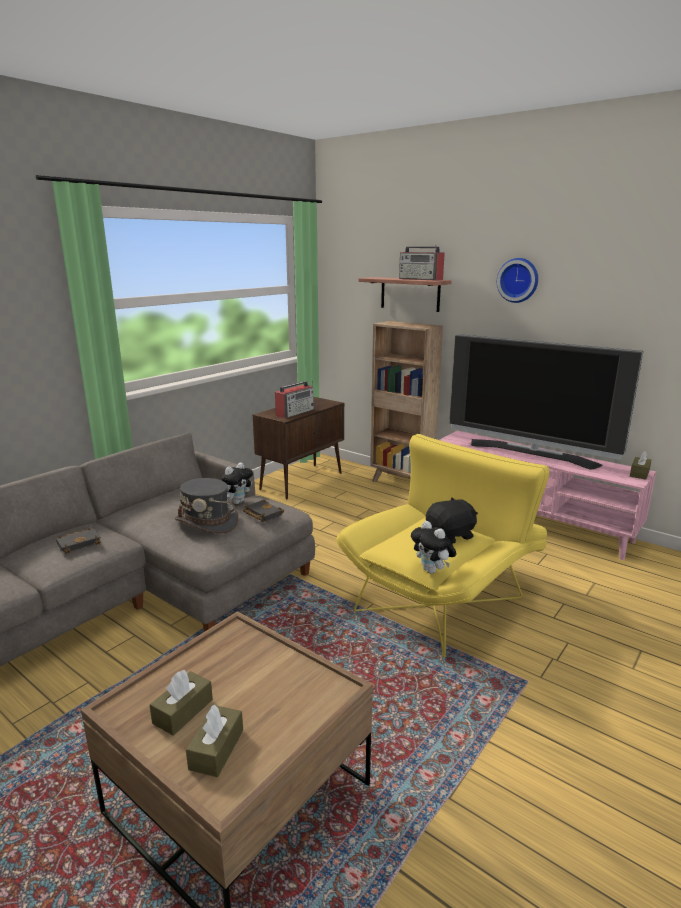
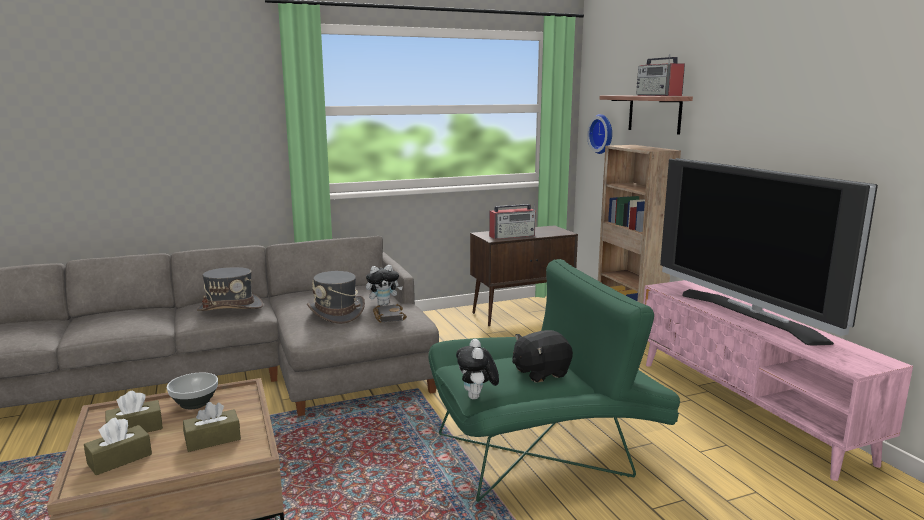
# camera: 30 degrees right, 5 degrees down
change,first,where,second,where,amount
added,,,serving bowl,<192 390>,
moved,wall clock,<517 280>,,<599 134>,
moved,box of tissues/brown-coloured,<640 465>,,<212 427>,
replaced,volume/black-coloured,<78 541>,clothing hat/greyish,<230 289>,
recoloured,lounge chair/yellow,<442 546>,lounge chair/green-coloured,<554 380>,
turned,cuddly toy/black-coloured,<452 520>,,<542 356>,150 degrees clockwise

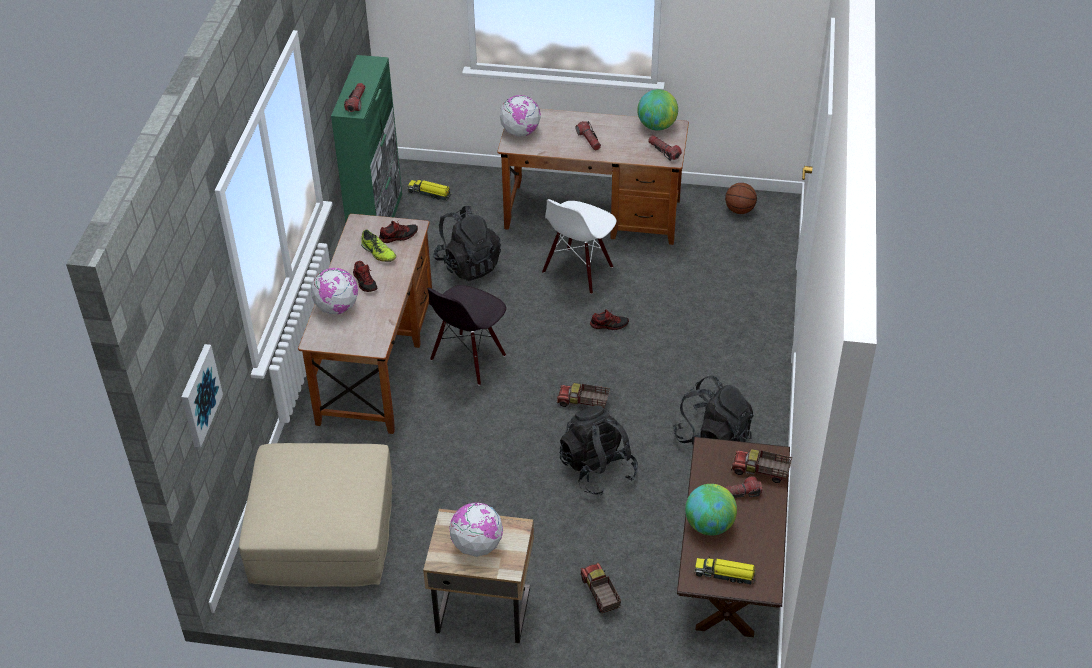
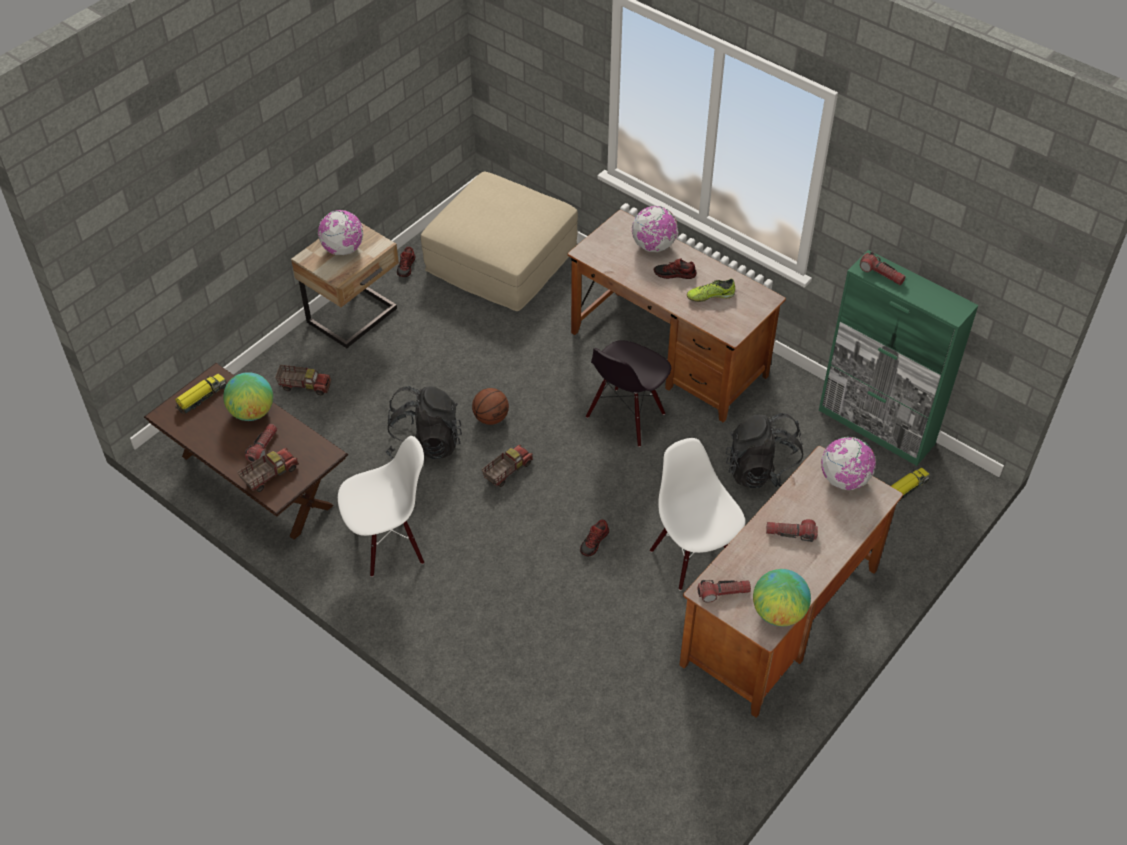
# camera: 120 degrees right, 5 degrees up
change,first,where,second,where,amount
removed,wall art,<202 395>,,,
moved,item of footwear,<398 232>,,<406 262>,
moved,basketball ball,<741 198>,,<490 406>,
replaced,rucksack/black-coloured,<713 410>,upright chair/whitish,<381 506>,
turned,upright chair/black-coloured,<466 335>,,<628 393>,120 degrees counterclockwise

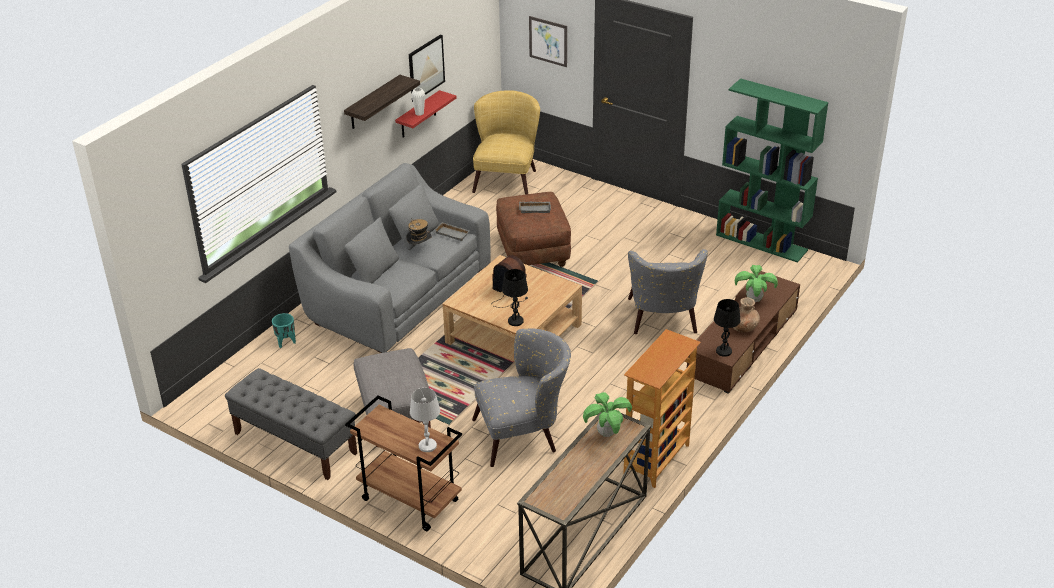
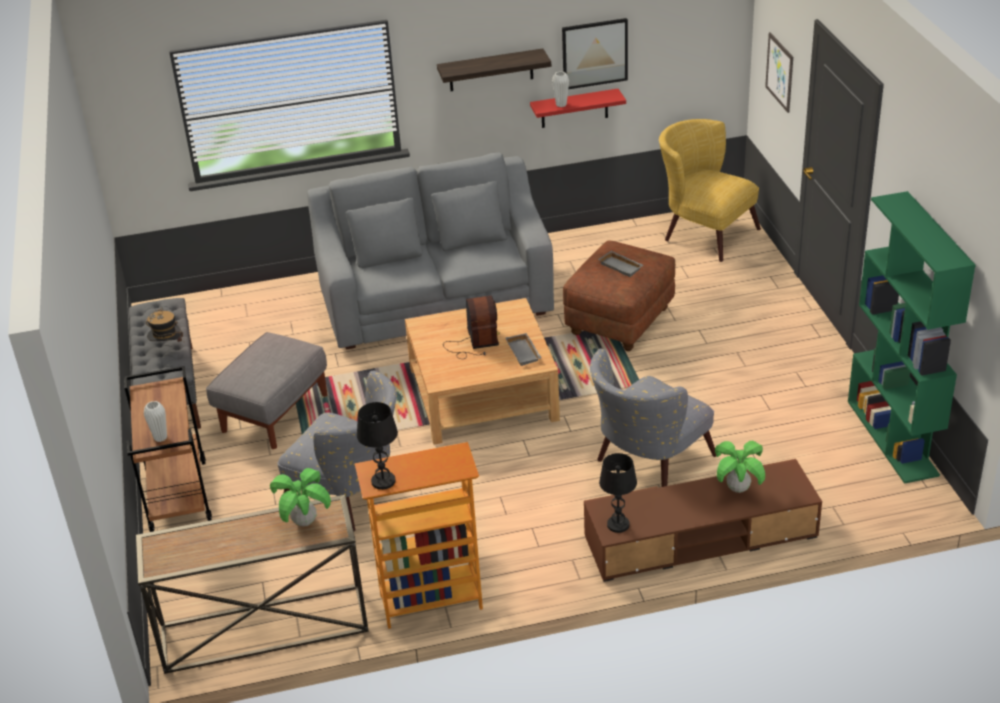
# camera: 45 degrees right, 0 degrees up
change,first,where,second,where,amount
removed,planter/turquoise,<284 330>,,,
removed,decorative vase/brown-coloured,<746 314>,,,
moved,clothing hat,<419 231>,,<164 324>,
moved,carrying tray/greyish,<452 231>,,<523 349>,
moved,tabletop lamp/black-coloured,<515 297>,,<377 446>,
replaced,tabletop lamp/whitish,<425 420>,decorative vase/whitish,<155 421>,
turned,lounge chair/yellow,<506 142>,,<710 190>,105 degrees counterclockwise

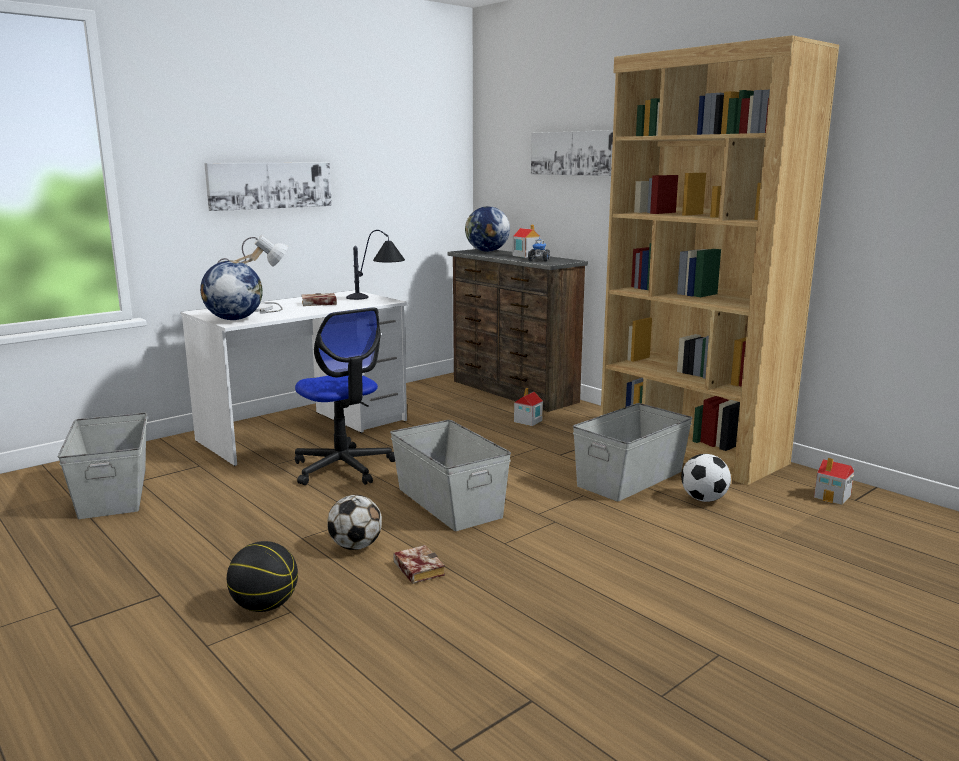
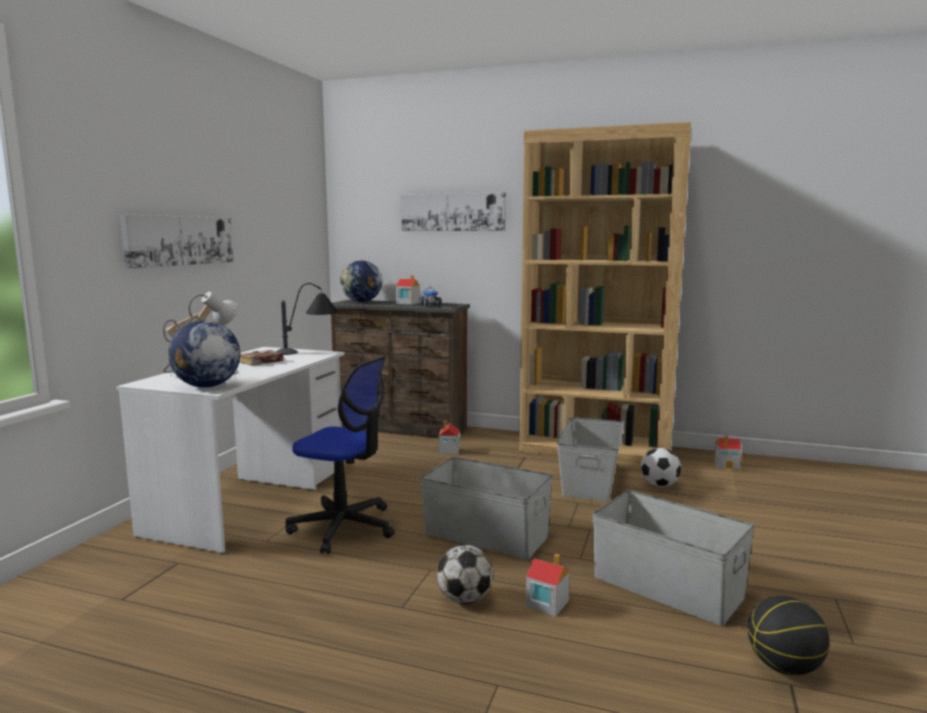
# camera: 30 degrees left, 5 degrees down
change,first,where,second,where,amount
moved,storage bin/greyish,<102 466>,,<673 558>,
moved,basketball ball,<262 576>,,<788 635>,
replaced,volume,<419 564>,model house,<548 585>,

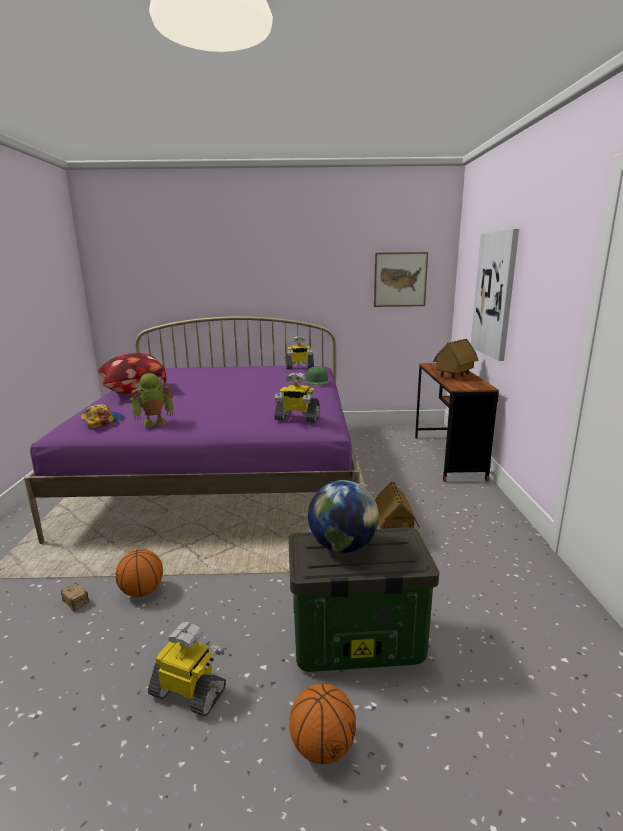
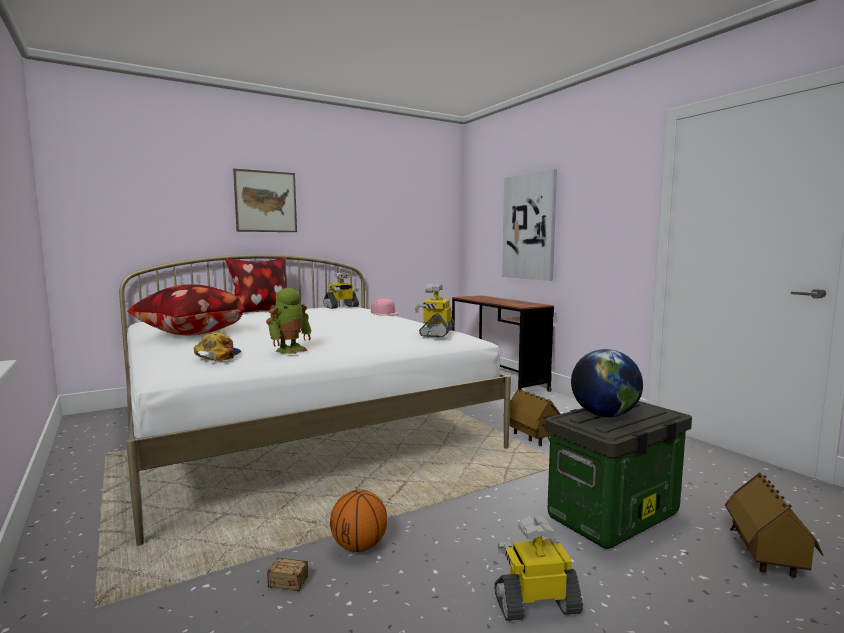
# camera: 30 degrees left, 10 degrees down
change,first,where,second,where,amount
removed,basketball ball,<322 724>,,,
added,,,throw pillow,<255 284>,
moved,wall art,<401 279>,,<265 200>,
moved,model house,<455 359>,,<774 525>,
recoloured,bedroom bed/purple-coloured,<192 430>,bedroom bed/whitish,<315 400>,
recoloured,peaked cap/green-coloured,<316 375>,peaked cap/pinkish,<385 307>,
turned,robot figure,<297 397>,,<435 310>,120 degrees clockwise

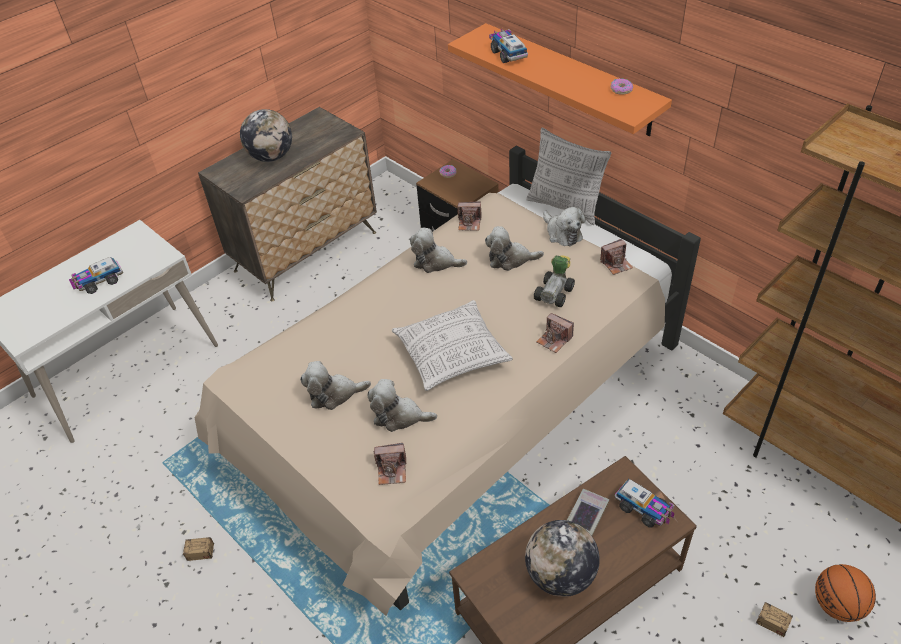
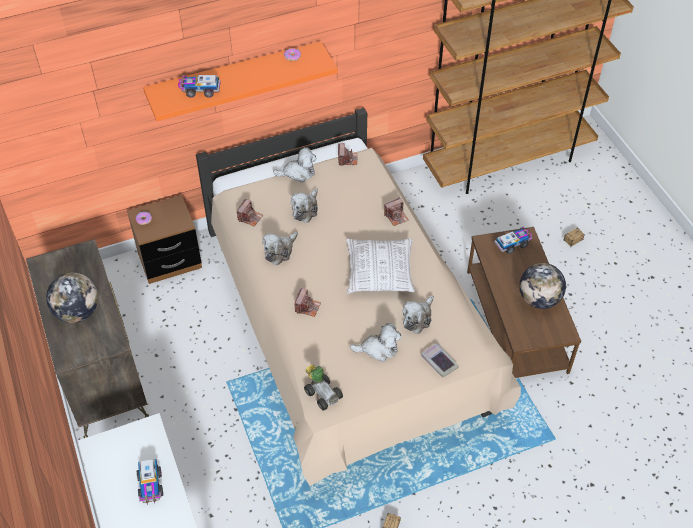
# camera: 70 degrees left, 5 degrees up
change,first,where,second,where,amount
removed,throw pillow,<568 176>,,,
removed,basketball ball,<845 593>,,,
moved,still camera,<390 464>,,<307 302>,
moved,miniature car,<554 281>,,<323 387>,
moved,volume,<588 512>,,<440 360>,
turned,cuddly toy,<335 385>,,<376 342>,105 degrees counterclockwise

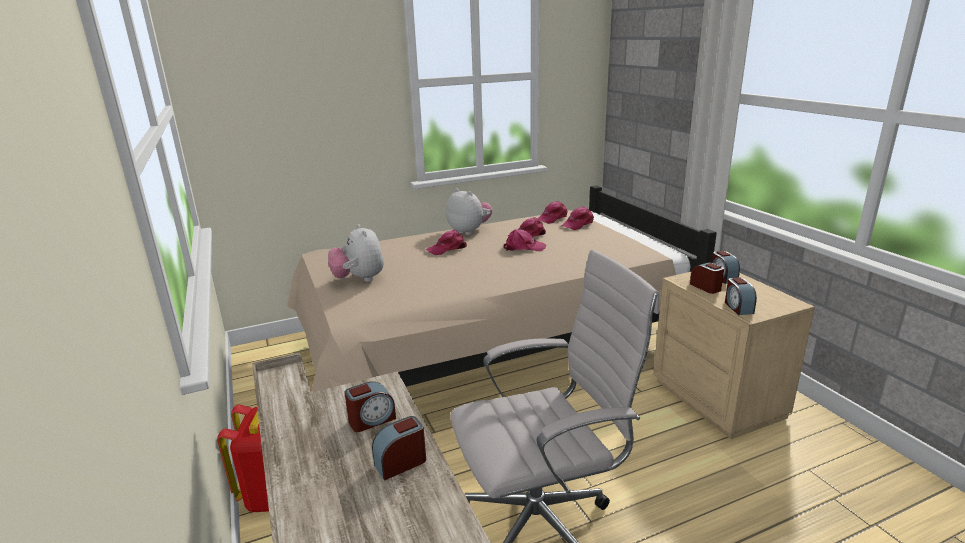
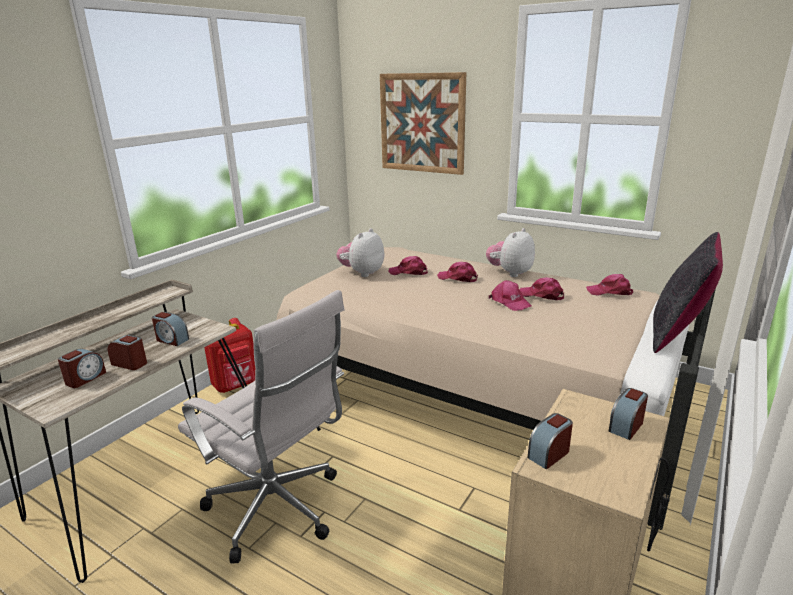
# camera: 55 degrees right, 0 degrees up
change,first,where,second,where,amount
added,,,wall art,<423 123>,
added,,,throw pillow/black-coloured,<688 292>,
moved,peaked cap/pinkish,<577 218>,,<408 265>,
moved,bedside clock,<707 278>,,<82 368>,
turned,cuddly toy,<469 211>,,<510 252>,150 degrees counterclockwise

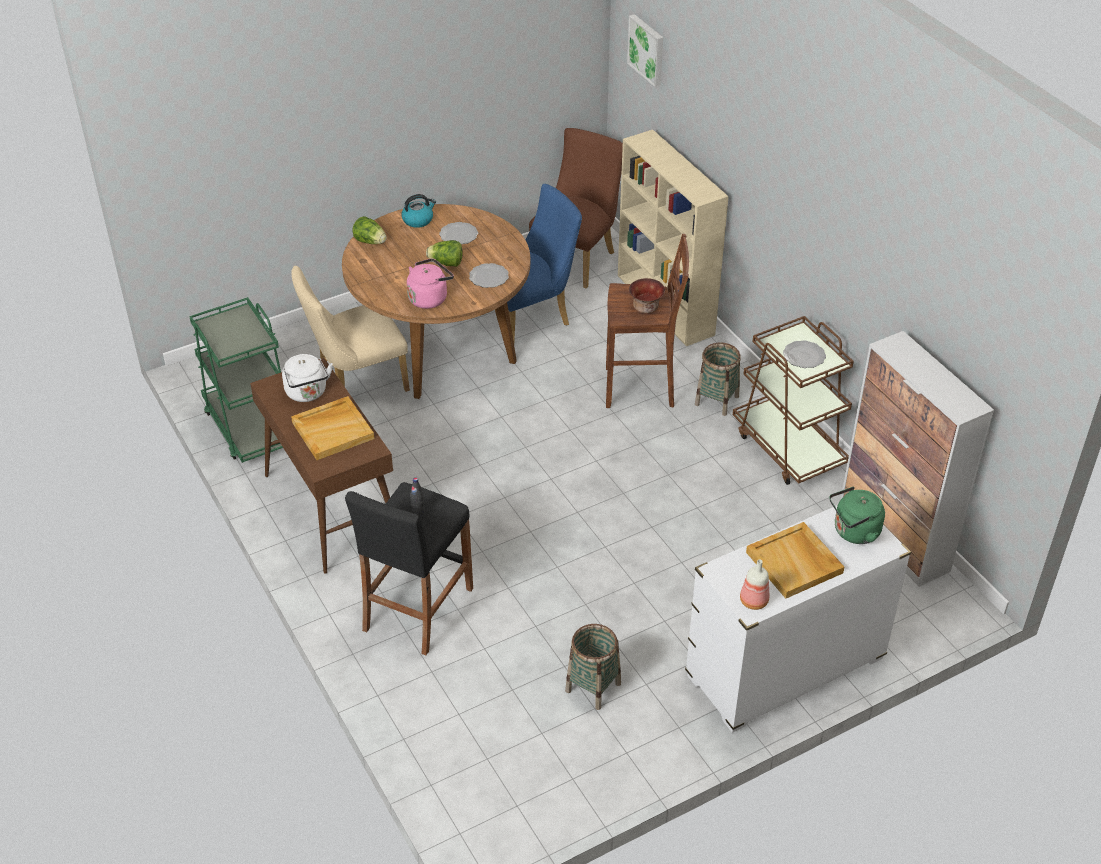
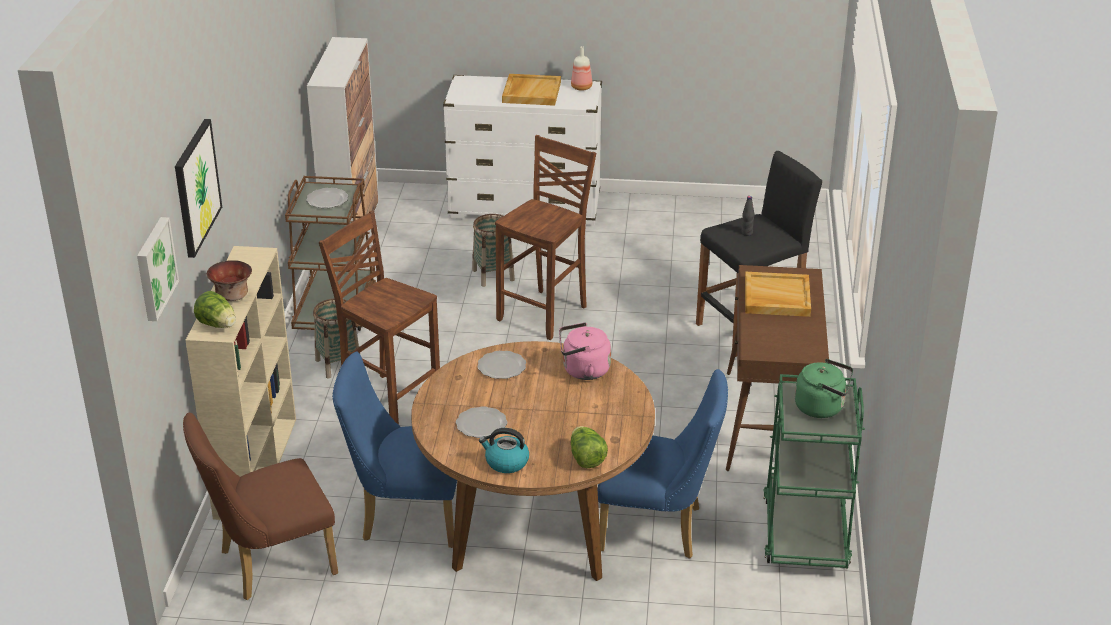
# camera: 145 degrees left, 10 degrees down
change,first,where,second,where,amount
removed,kettle/whitish,<307 378>,,,
added,,,wall art,<198 188>,
added,,,stool seat/brown-coloured,<545 237>,
moved,lettuce,<444 253>,,<215 309>,
moved,household basket,<593 667>,,<493 250>,
moved,serving bowl,<647 295>,,<229 280>,
moved,kettle/green-coloured,<857 515>,,<824 388>,
recoloured,upright chair/sand-coloured,<350 329>,upright chair/blue,<663 463>,

